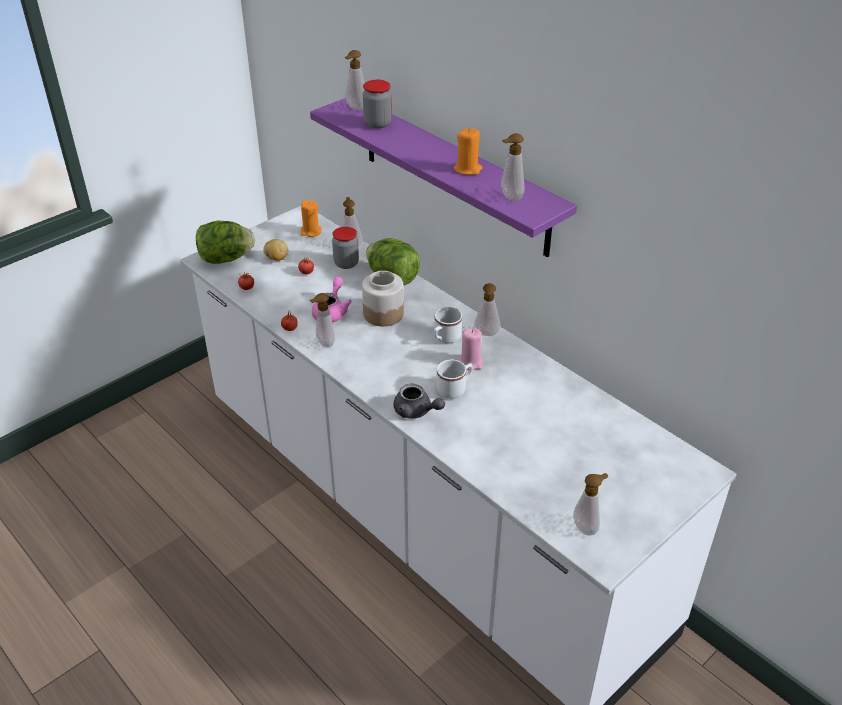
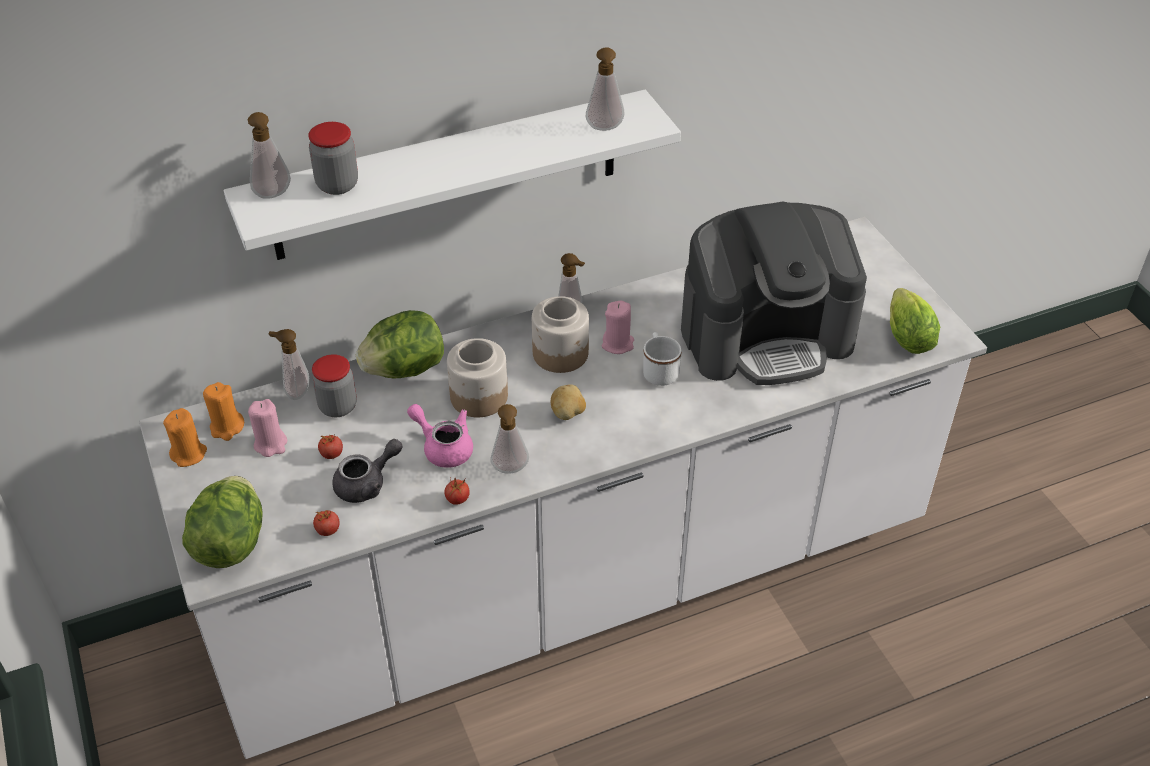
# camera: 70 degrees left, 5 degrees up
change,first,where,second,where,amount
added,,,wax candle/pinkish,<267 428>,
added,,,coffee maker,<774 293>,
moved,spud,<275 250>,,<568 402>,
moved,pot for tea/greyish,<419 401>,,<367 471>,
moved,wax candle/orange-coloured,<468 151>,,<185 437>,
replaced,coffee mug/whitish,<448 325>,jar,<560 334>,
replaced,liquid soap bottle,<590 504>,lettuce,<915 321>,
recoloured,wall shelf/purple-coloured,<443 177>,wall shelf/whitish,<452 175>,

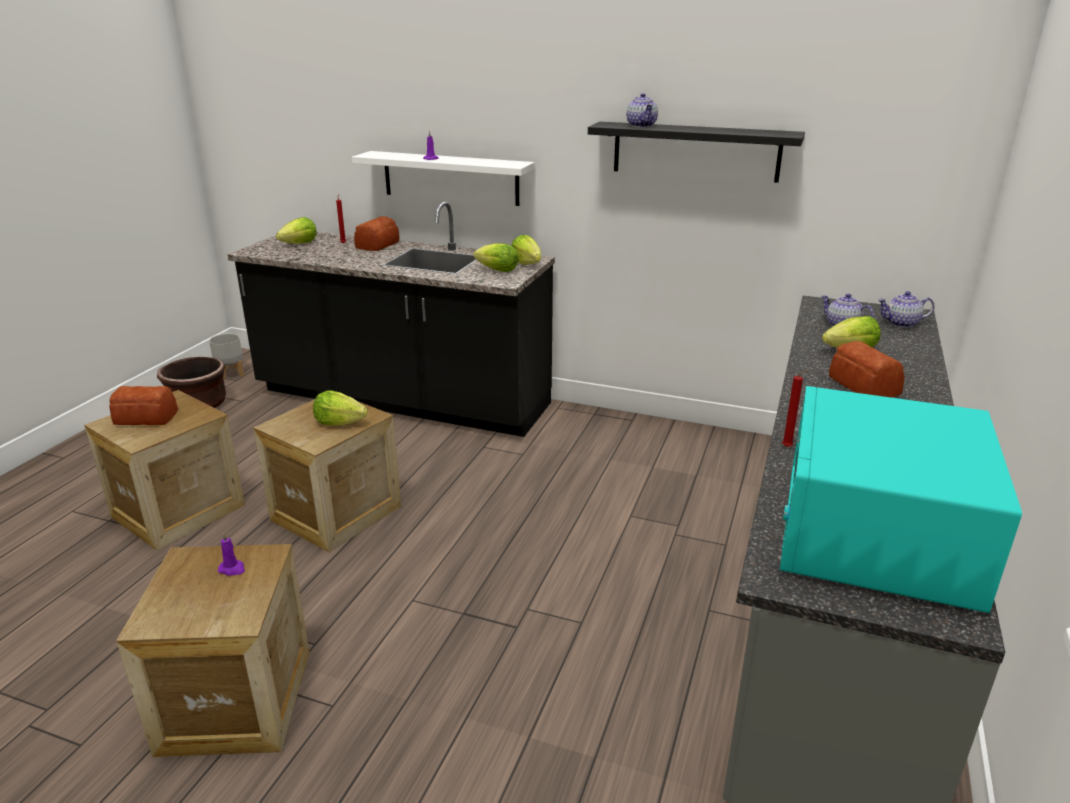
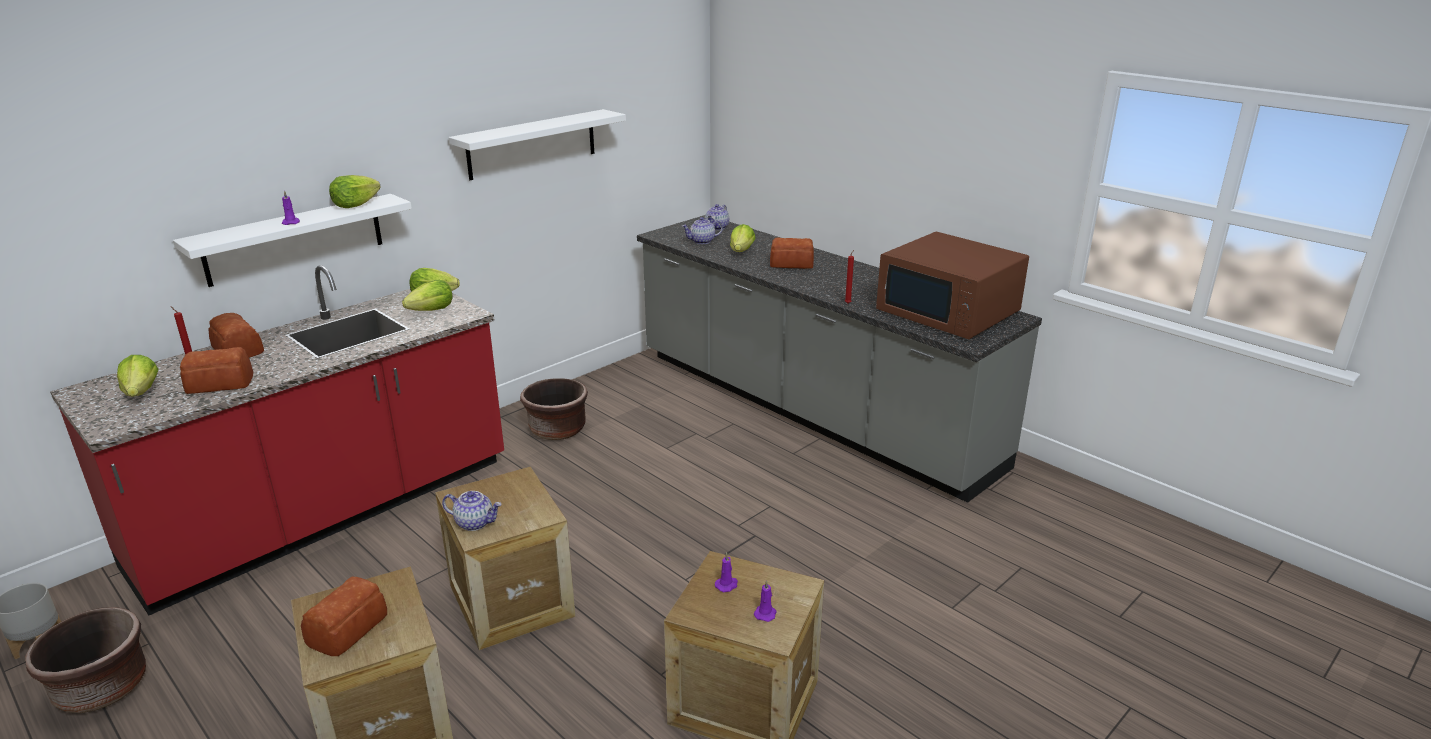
# camera: 65 degrees left, 0 degrees up
change,first,where,second,where,amount
added,,,baked bread,<216 370>,
added,,,planter/brown-coloured,<554 409>,
added,,,wax candle/purple-coloured,<765 601>,
moved,lettuce,<340 408>,,<354 191>,
moved,pot for tea,<642 110>,,<472 511>,
recoloured,counter/black-coloured,<391 319>,counter/red-coloured,<277 440>,
recoloured,wall shelf/black-coloured,<696 152>,wall shelf/whitish,<537 144>,
recoloured,kitchen microwave/turquoise,<901 499>,kitchen microwave/brown-coloured,<952 285>,

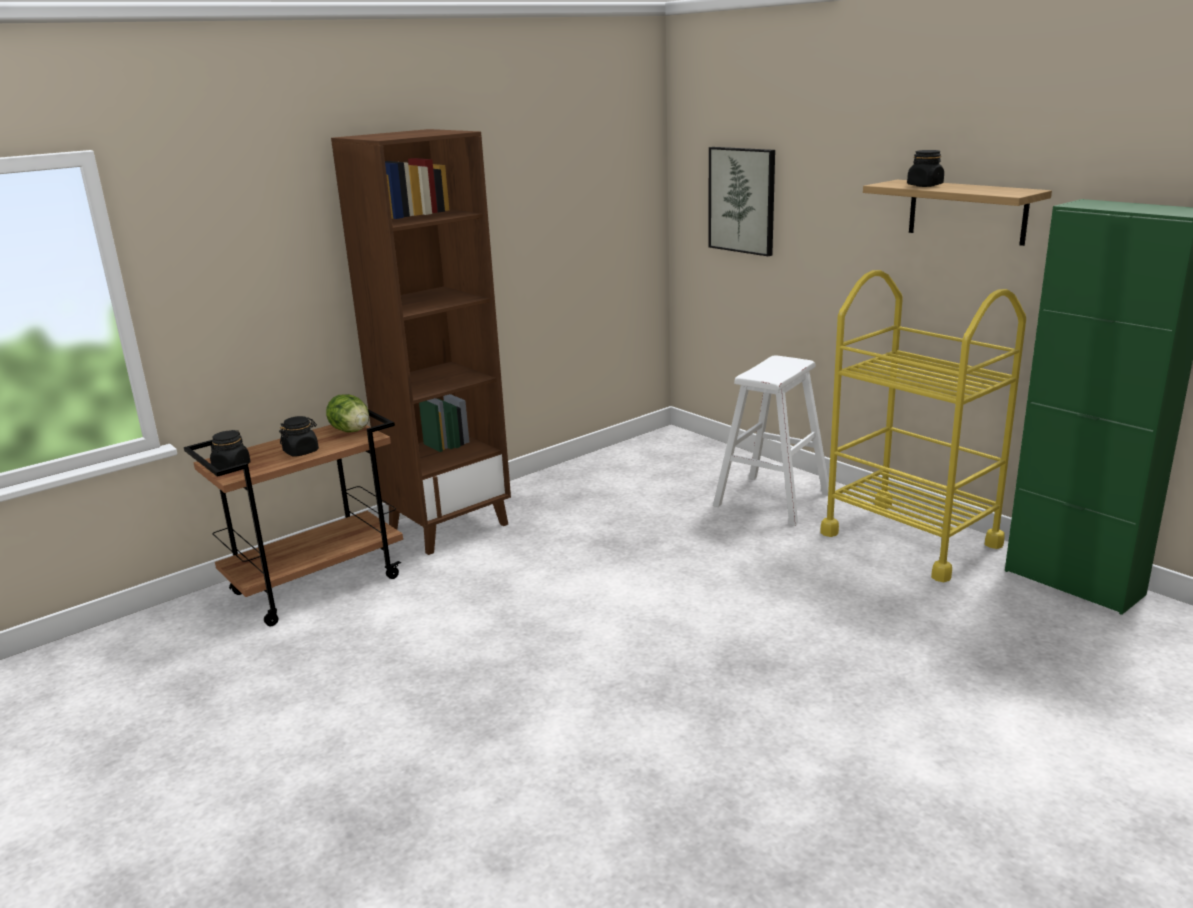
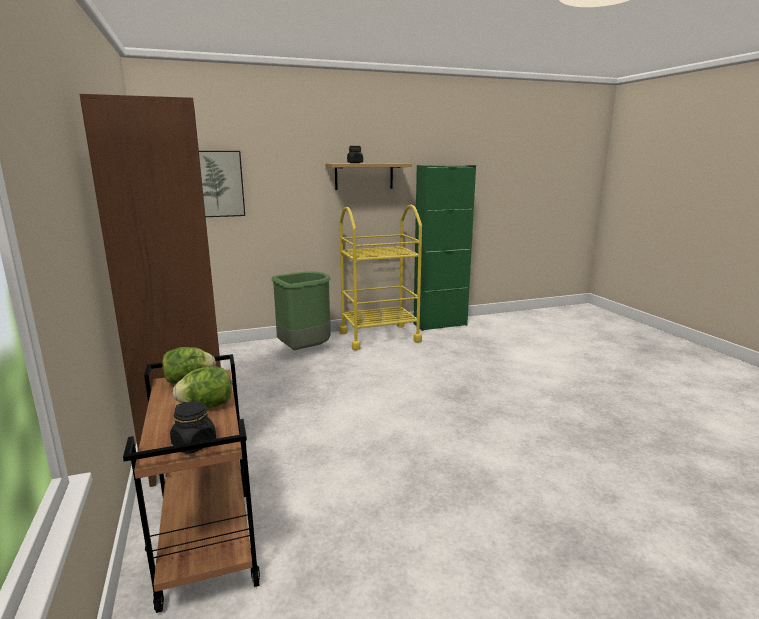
# camera: 70 degrees left, 5 degrees down
change,first,where,second,where,amount
replaced,jar/black-coloured,<299 436>,lettuce,<202 387>,
replaced,stool seat/whitish,<771 440>,trash can/green-coloured,<301 311>,

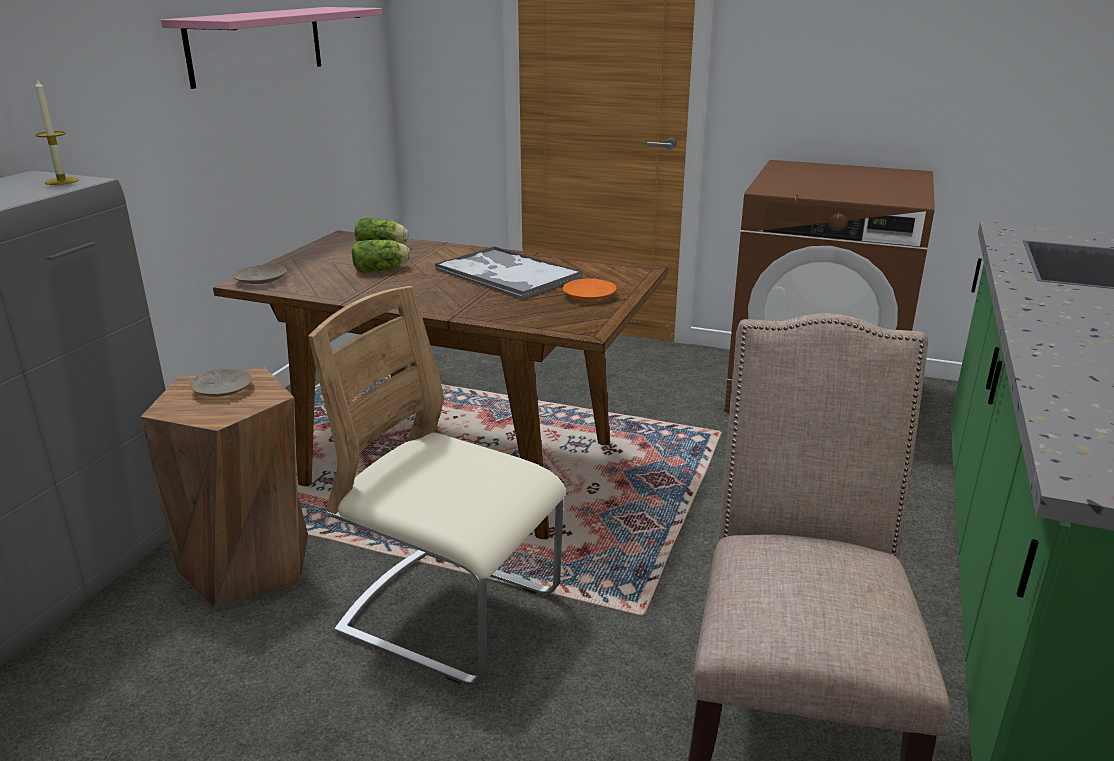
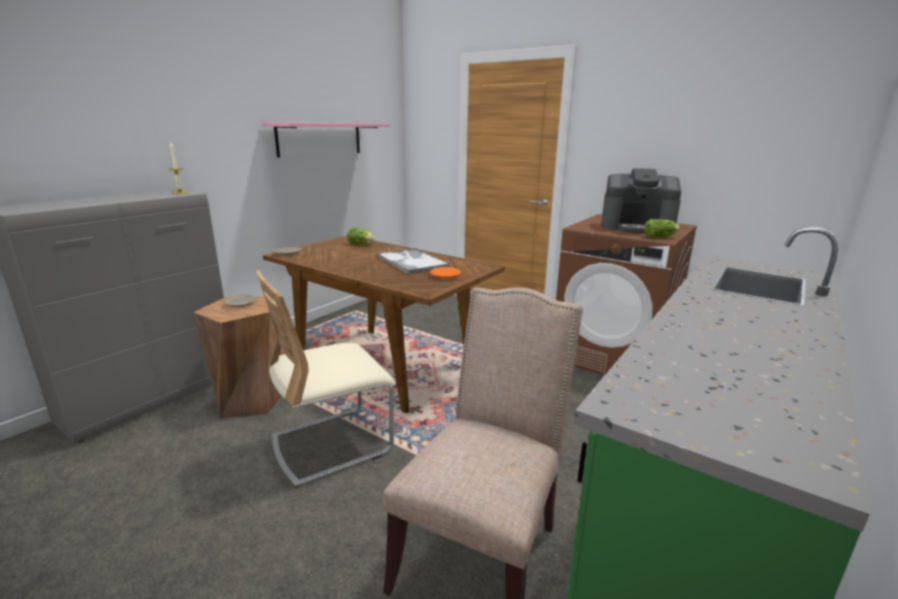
# camera: 15 degrees right, 5 degrees down
change,first,where,second,where,amount
added,,,coffee maker,<641 200>,
moved,lettuce,<381 256>,,<662 228>,
turned,upright chair/sand-coloured,<437 486>,,<326 379>,75 degrees counterclockwise

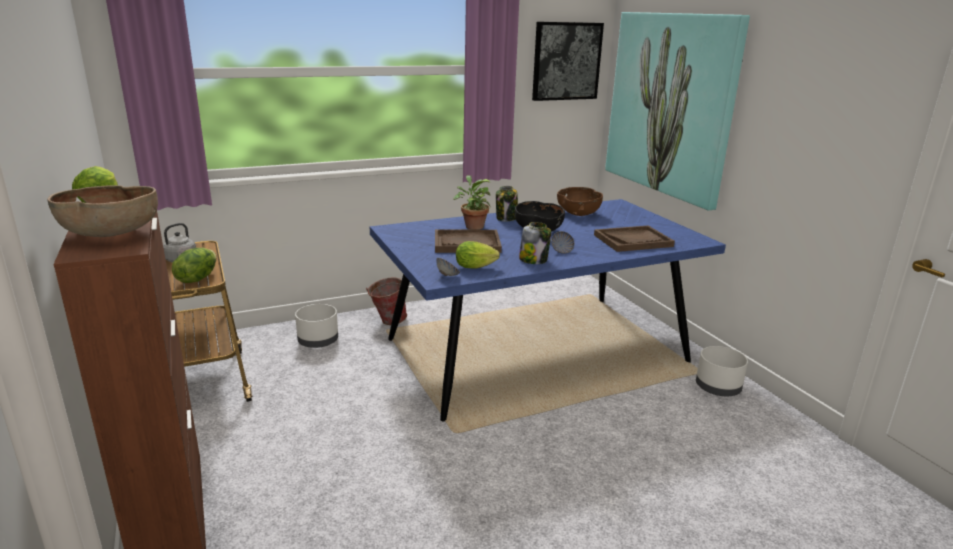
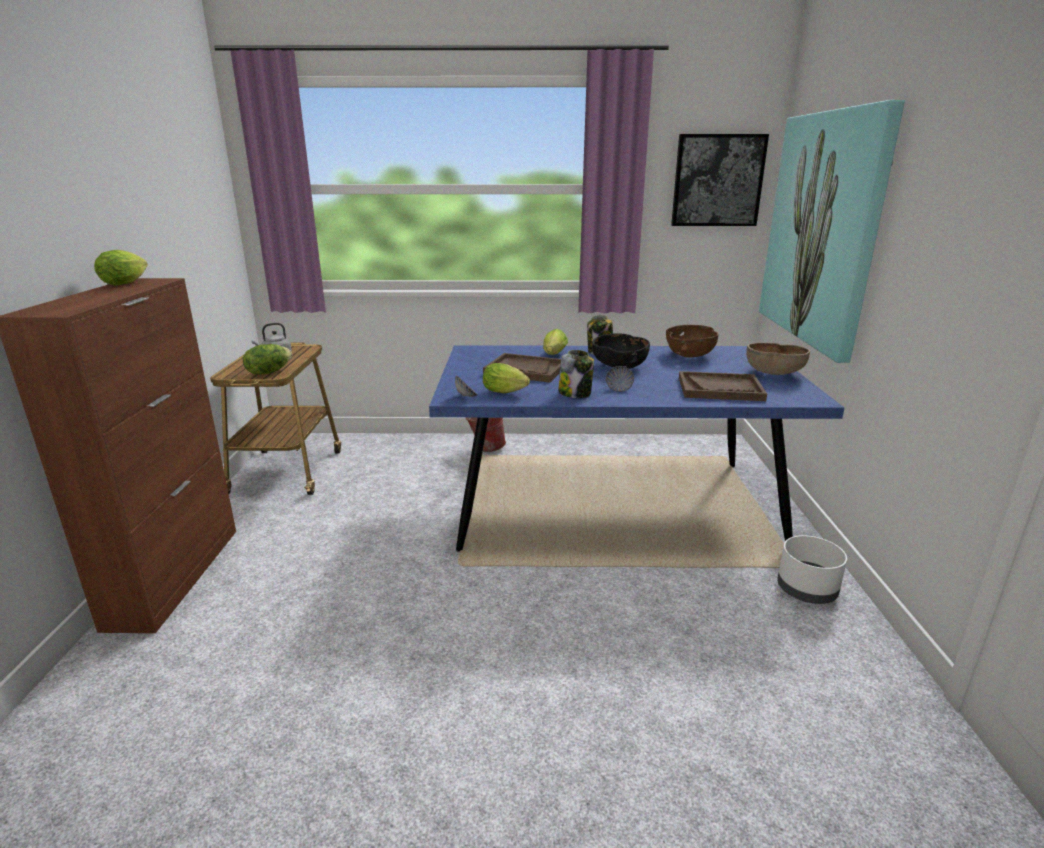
# camera: 25 degrees right, 0 degrees up
change,first,where,second,where,amount
removed,planter/whitish,<316 326>,,,
moved,serving bowl/brown-coloured,<102 211>,,<778 359>,
replaced,potted plant,<472 202>,lettuce,<555 342>,

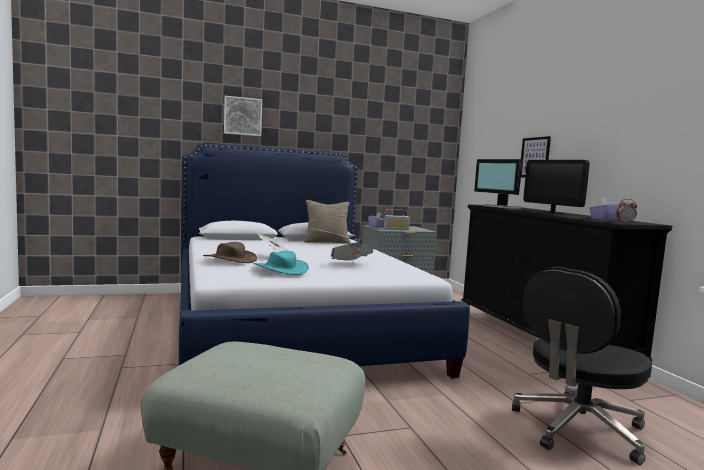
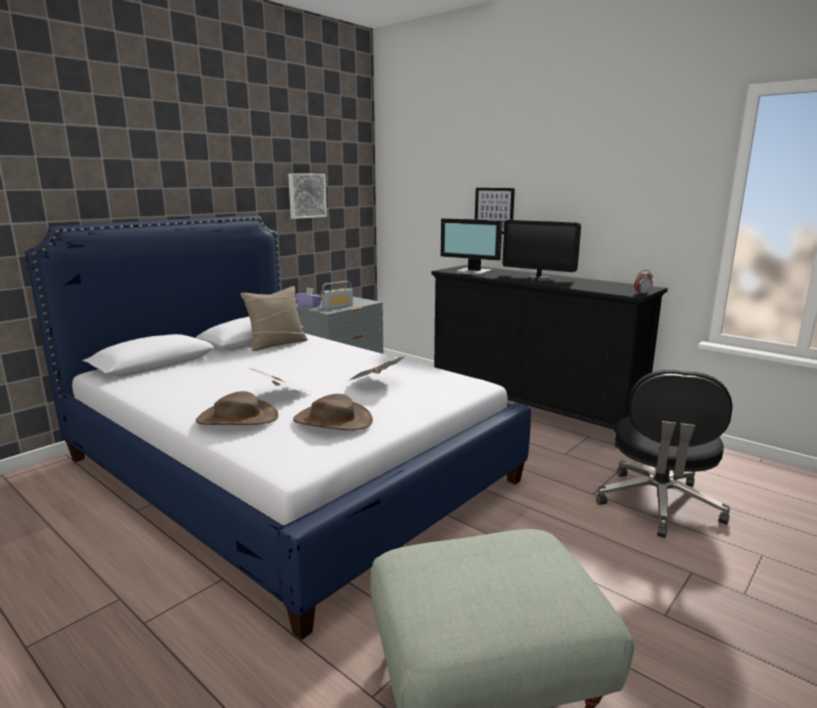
# camera: 30 degrees left, 10 degrees up
change,first,where,second,where,amount
removed,box of tissues/purple-coloured,<604 208>,,,
moved,wall art,<243 116>,,<307 196>,
recoloured,clothing hat/turquoise,<281 263>,clothing hat/brown-coloured,<333 412>,

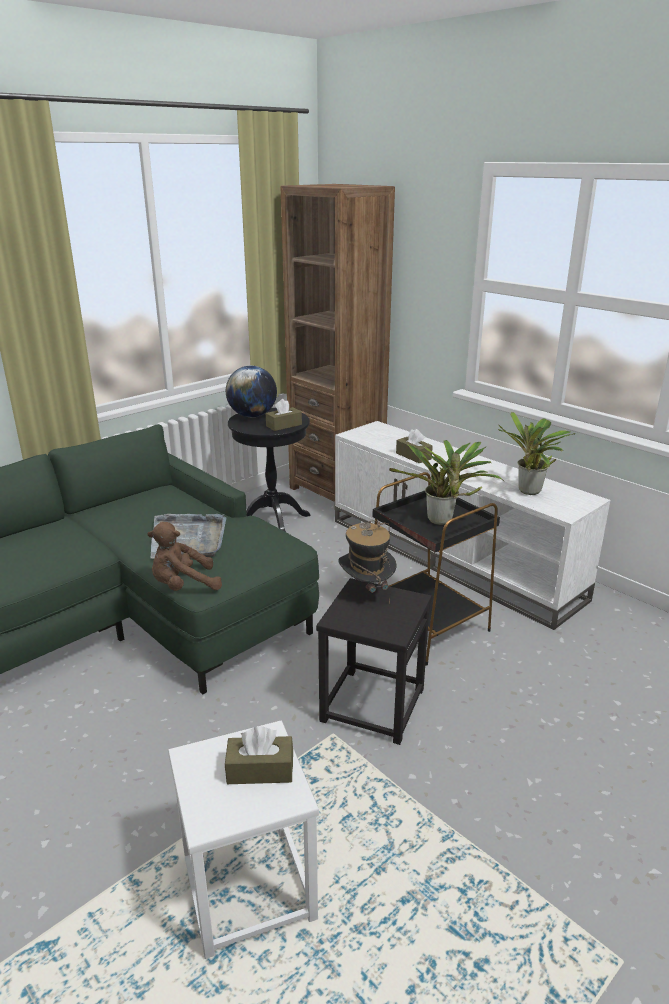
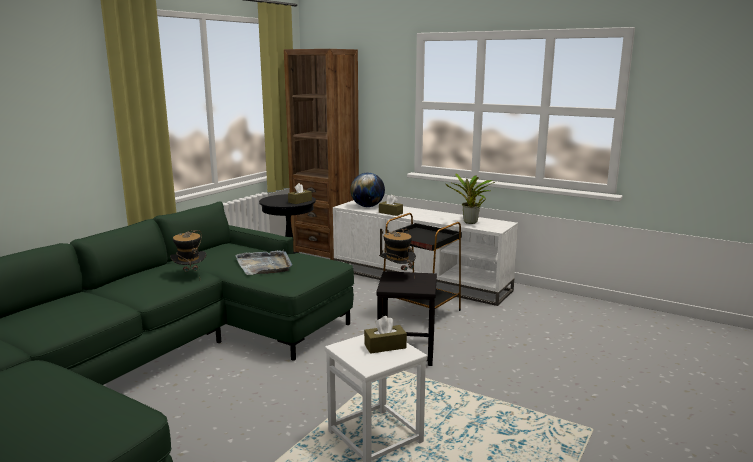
# camera: 15 degrees left, 10 degrees down
change,first,where,second,where,amount
removed,cuddly toy/brown-coloured,<184 556>,,,
removed,potted plant,<446 482>,,,
added,,,clothing hat,<188 251>,
moved,globe,<251 391>,,<367 190>,

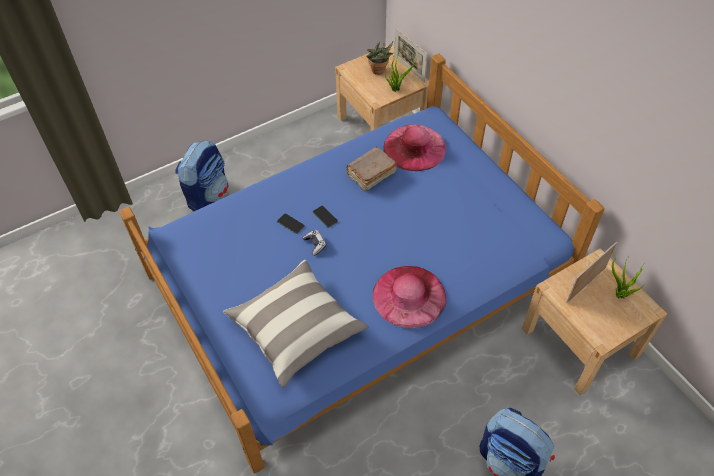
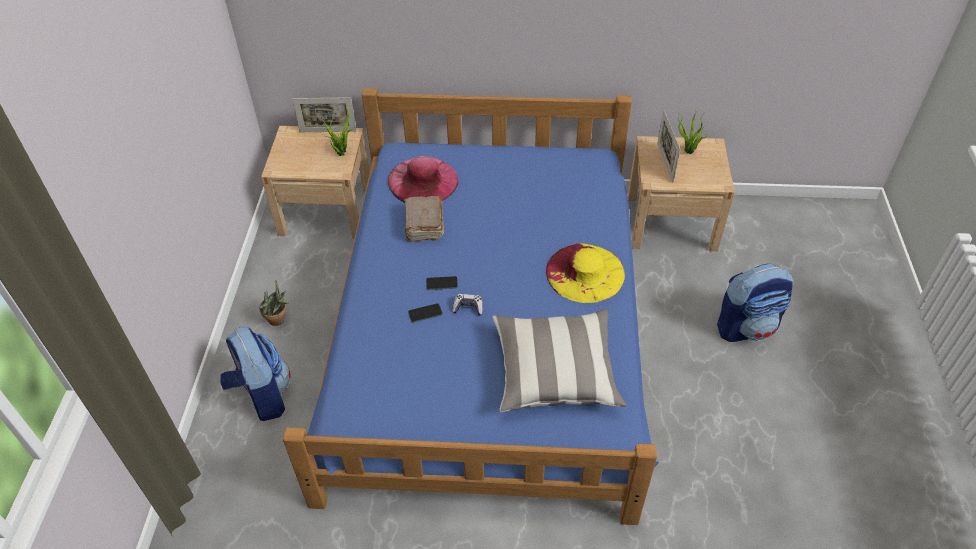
# camera: 55 degrees left, 5 degrees down
change,first,where,second,where,amount
moved,potted plant,<379 58>,,<274 303>,
recoloured,clothing hat/pinkish,<409 297>,clothing hat/yellow,<585 273>,

